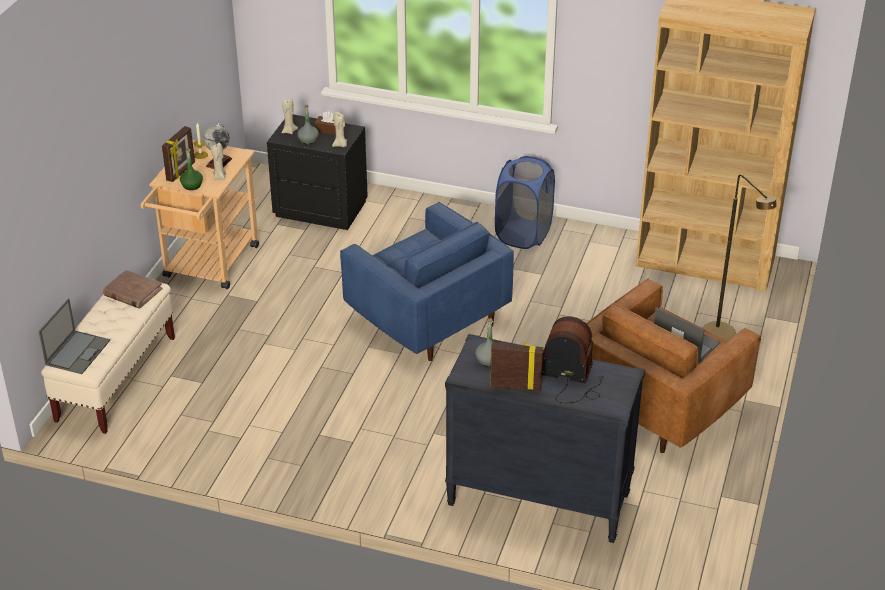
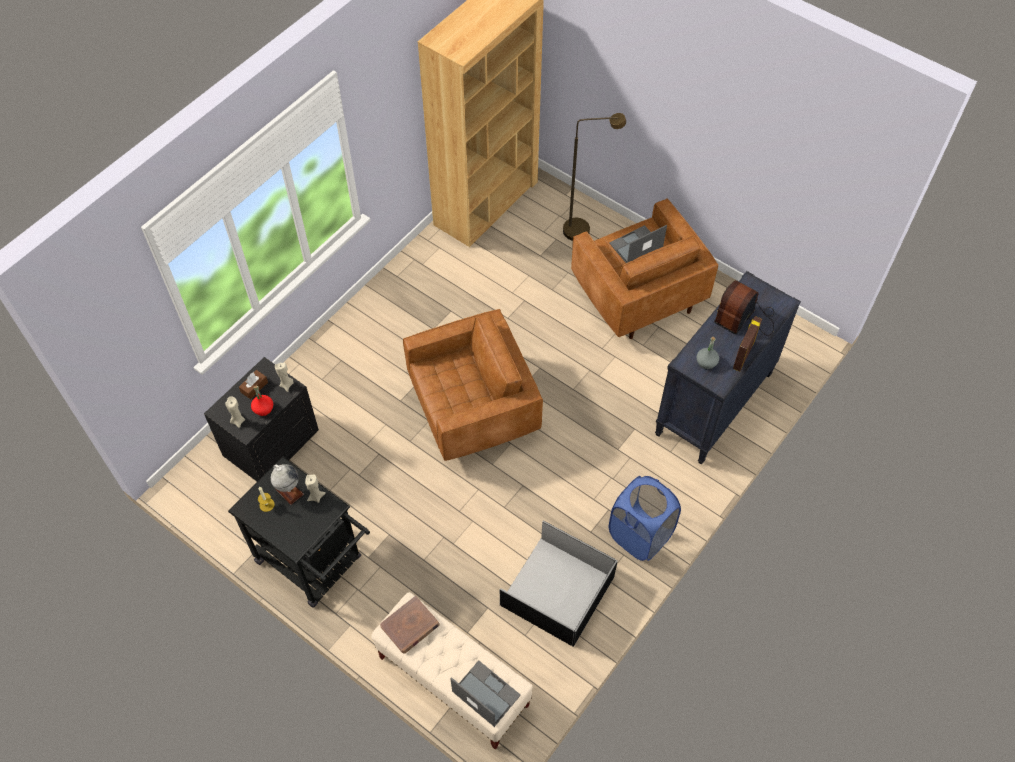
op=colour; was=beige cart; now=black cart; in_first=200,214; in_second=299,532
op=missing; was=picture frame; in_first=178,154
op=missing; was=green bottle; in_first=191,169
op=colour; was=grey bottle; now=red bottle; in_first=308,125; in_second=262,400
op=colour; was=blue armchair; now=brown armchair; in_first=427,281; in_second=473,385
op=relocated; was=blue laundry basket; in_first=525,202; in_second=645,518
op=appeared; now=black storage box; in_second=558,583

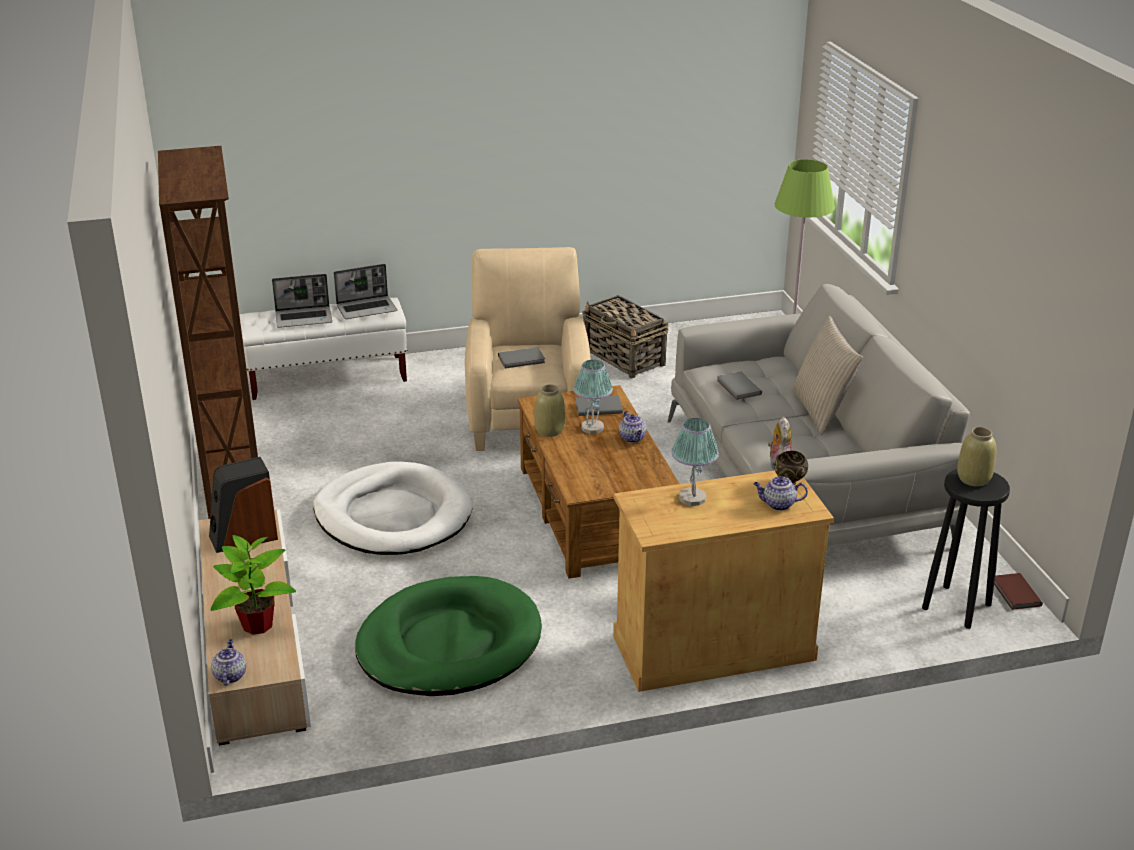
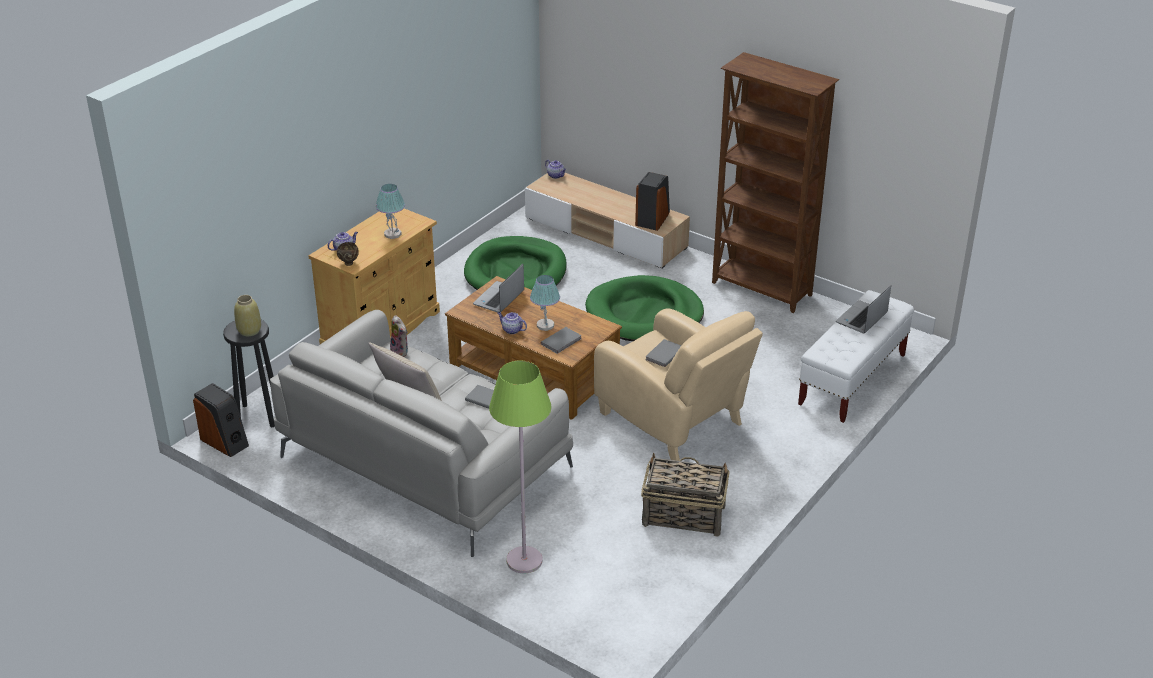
op=missing; was=potted plant; in_first=253,585
op=colour; was=white dog bed; now=green dog bed; in_first=393,508; in_second=644,308
op=relocated; was=laptop; in_first=365,291; in_second=498,288
op=missing; was=beige vase; in_first=549,410
op=exchanged; was=brown book; now=speaker; in_first=1018,591; in_second=221,420

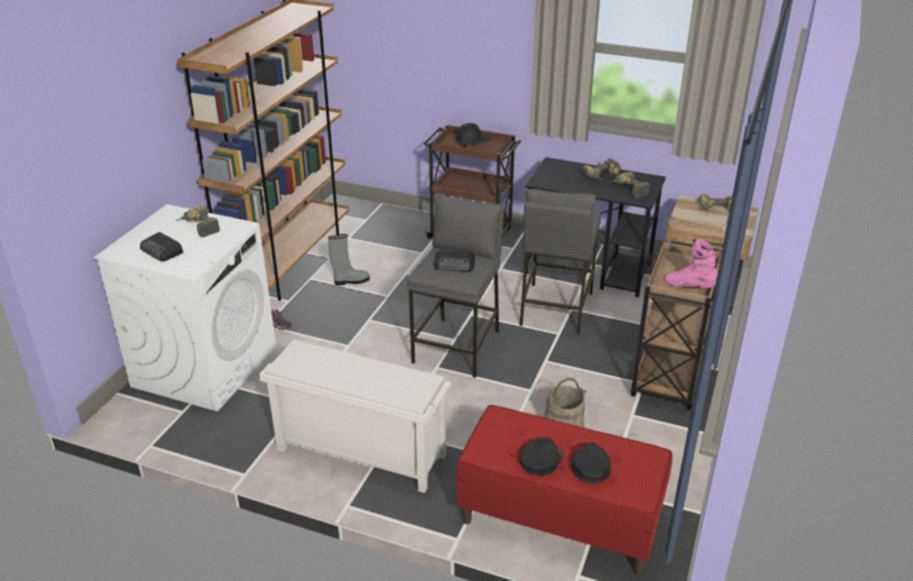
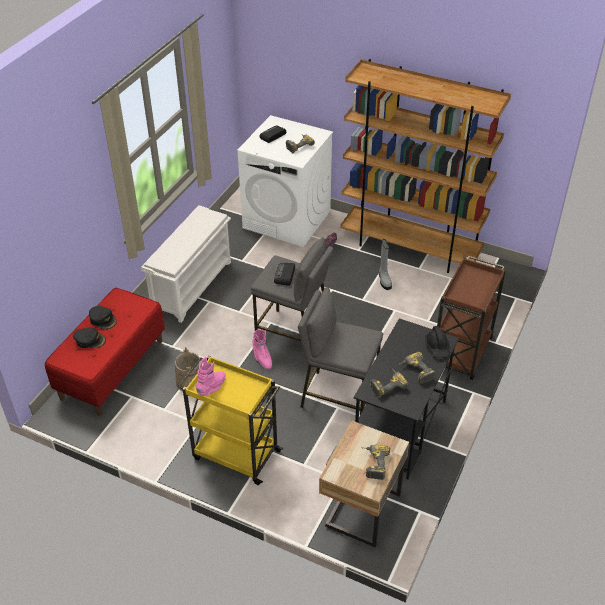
op=relocated; was=black hard hat; in_first=473,135; in_second=437,342
op=colour; was=brown cart; now=yellow cart; in_first=676,324; in_second=230,420
op=appeared; now=pink boot; in_second=262,349

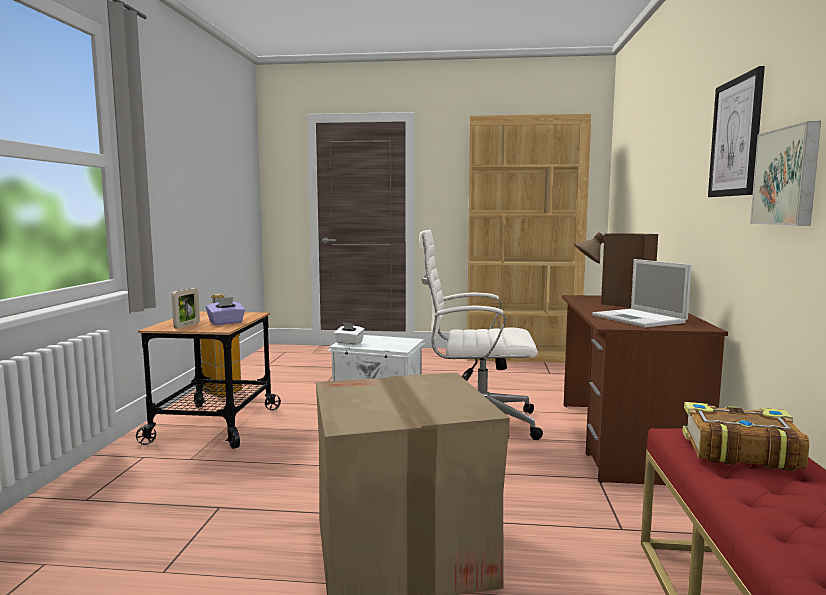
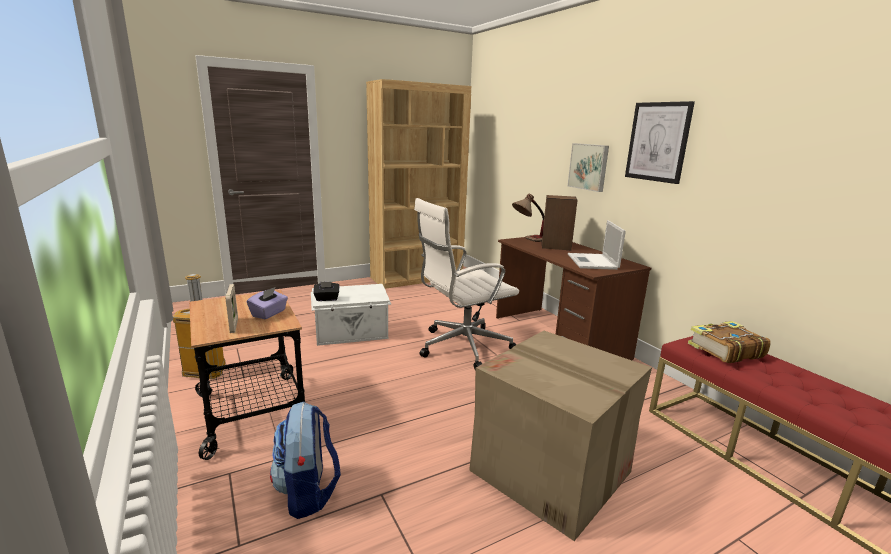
op=colour; was=white tissue box; now=black tissue box; in_first=349,333; in_second=326,291
op=spun; was=laptop; in_first=642,293; in_second=597,245; clockwise=60
op=relocated; was=picture; in_first=785,173; in_second=588,167
op=appeared; now=backpack; in_second=305,460

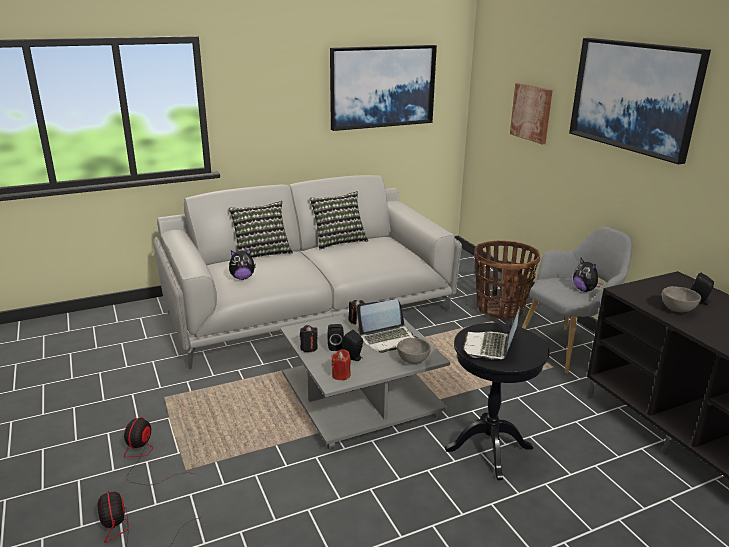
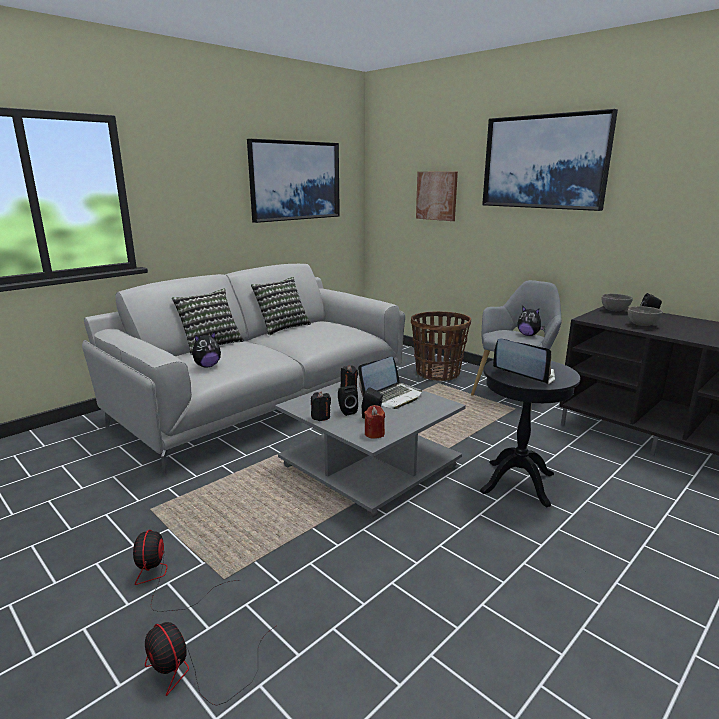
op=relocated; was=grey bowl; in_first=414,351; in_second=617,302
op=spun; was=laptop; in_first=492,331; in_second=524,362; clockwise=135

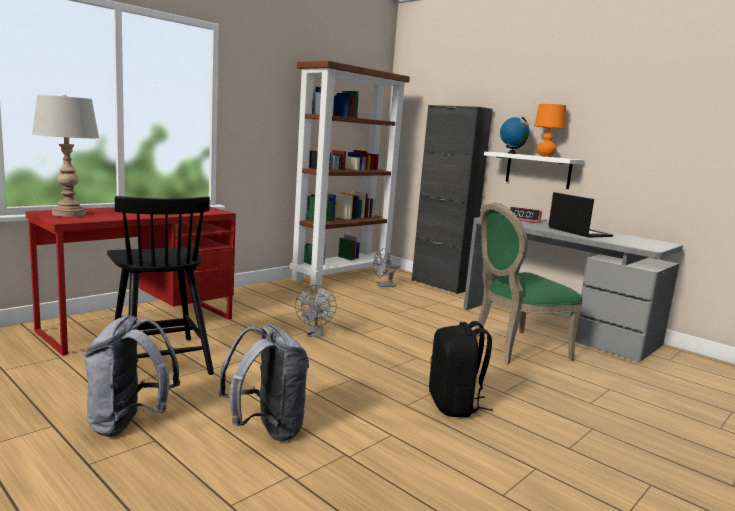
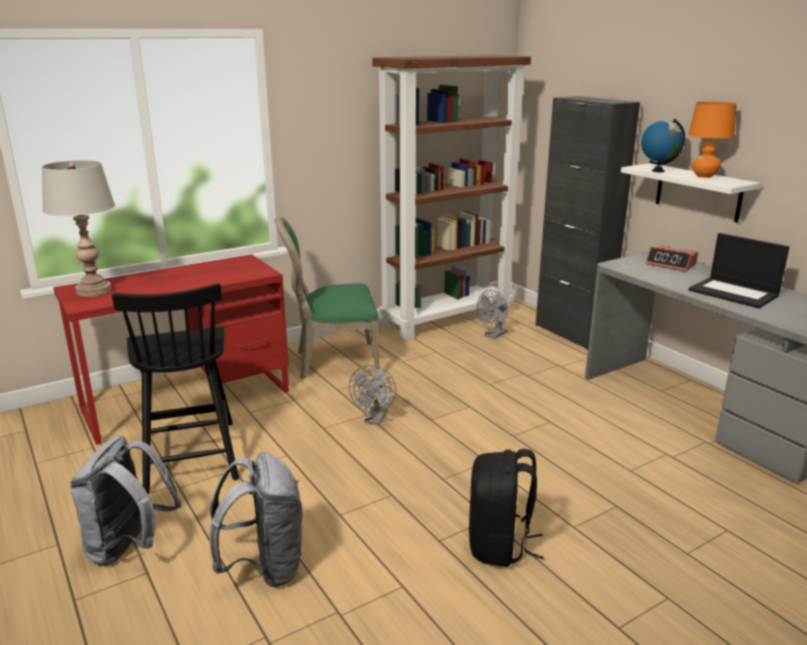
op=spun; was=grey fan; in_first=386,267; in_second=492,314; clockwise=-45
op=relocated; was=green chair; in_first=529,283; in_second=327,298
op=spun; was=laptop; in_first=580,215; in_second=739,270; clockwise=150

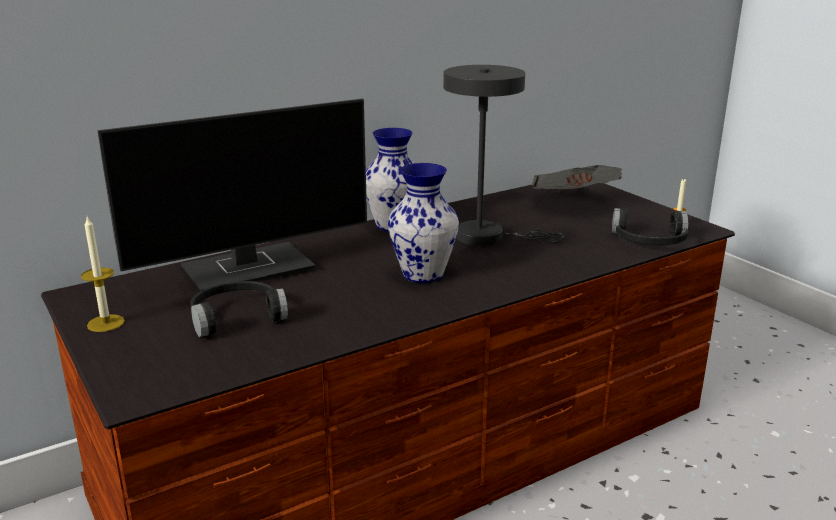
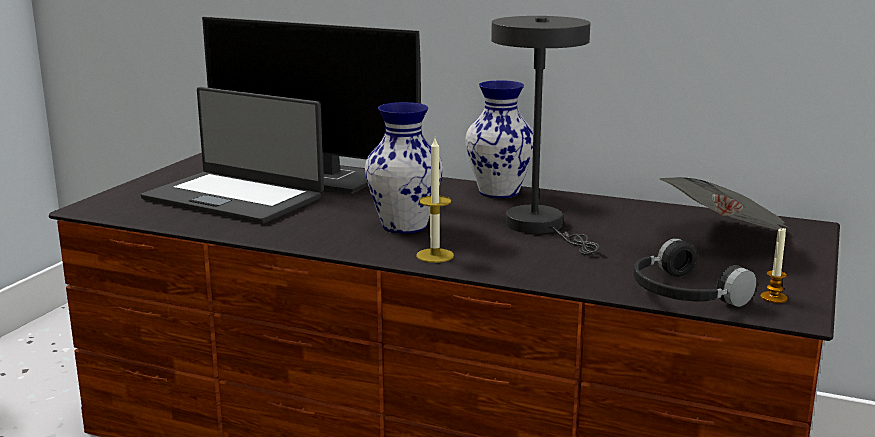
op=relocated; was=candle; in_first=103,274; in_second=435,200
op=exchanged; was=black headphones; now=laptop; in_first=239,309; in_second=232,155

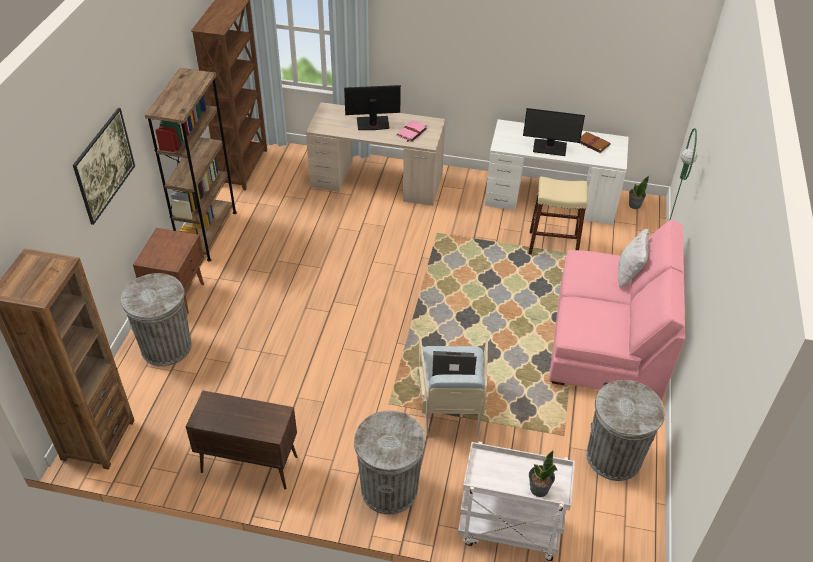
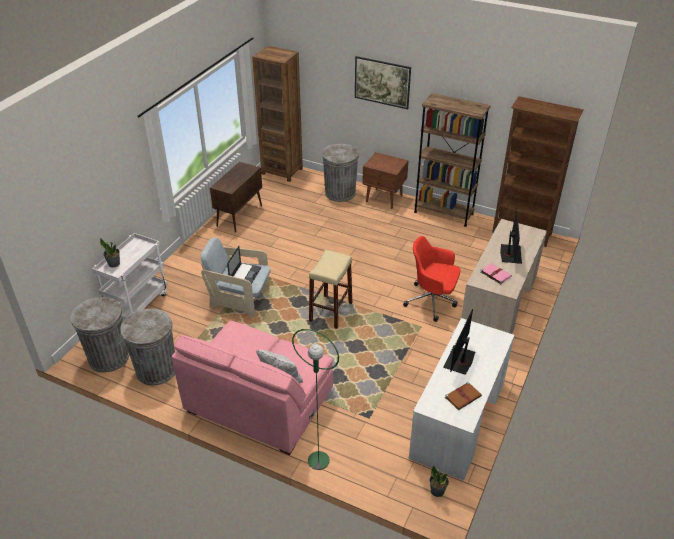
op=relocated; was=grey trash can; in_first=389,462; in_second=100,334
op=relocated; was=beige stool; in_first=558,215; in_second=330,289
op=appeared; now=red office chair; in_second=431,279

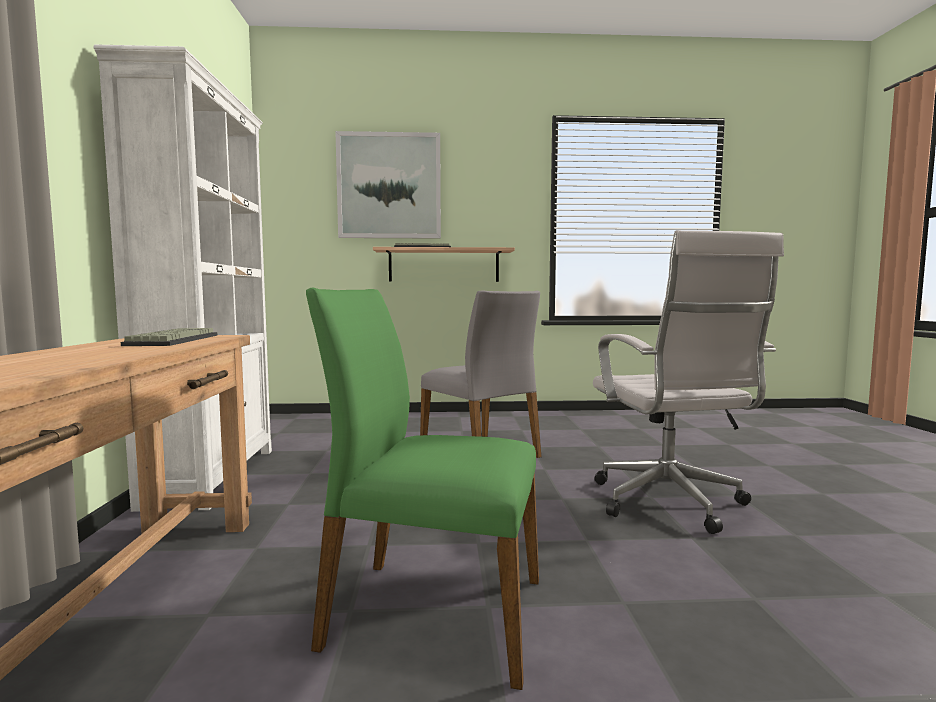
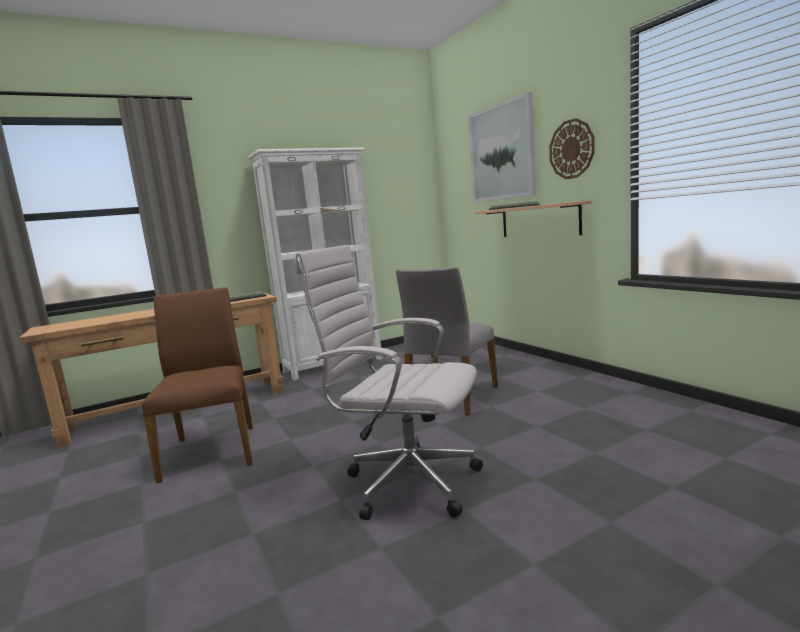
op=colour; was=green chair; now=brown chair; in_first=422,489; in_second=197,385
op=spun; was=white office chair; in_first=688,382; in_second=389,382; clockwise=60
op=appeared; now=wall clock; in_second=572,148

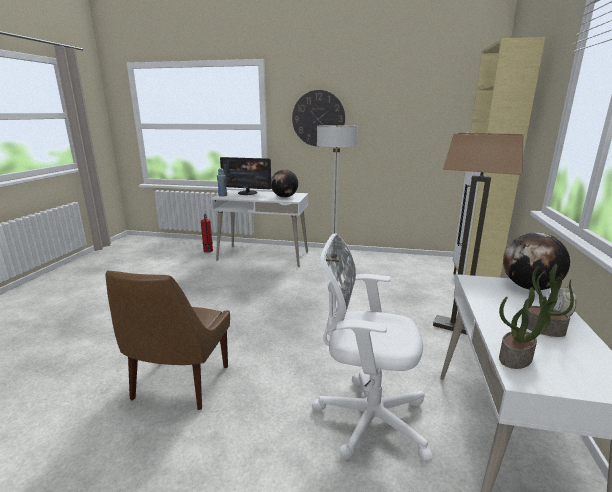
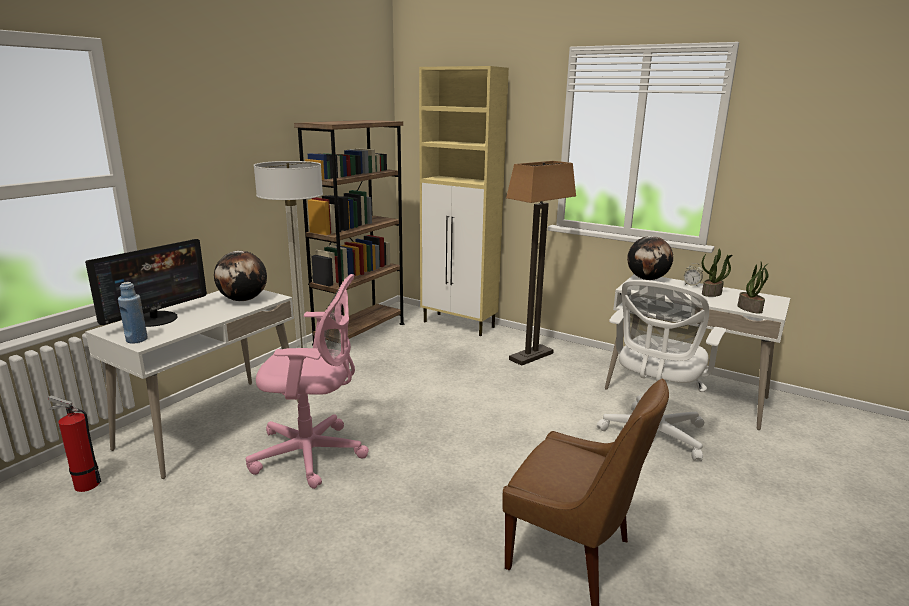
op=missing; was=wall clock; in_first=318,118
op=appeared; now=pink office chair; in_second=307,381
op=appeared; now=brown bookcase; in_second=349,233

